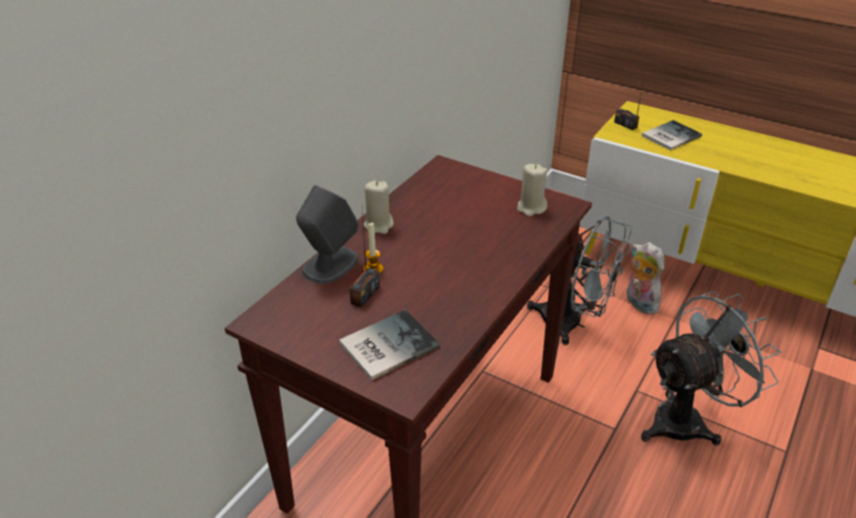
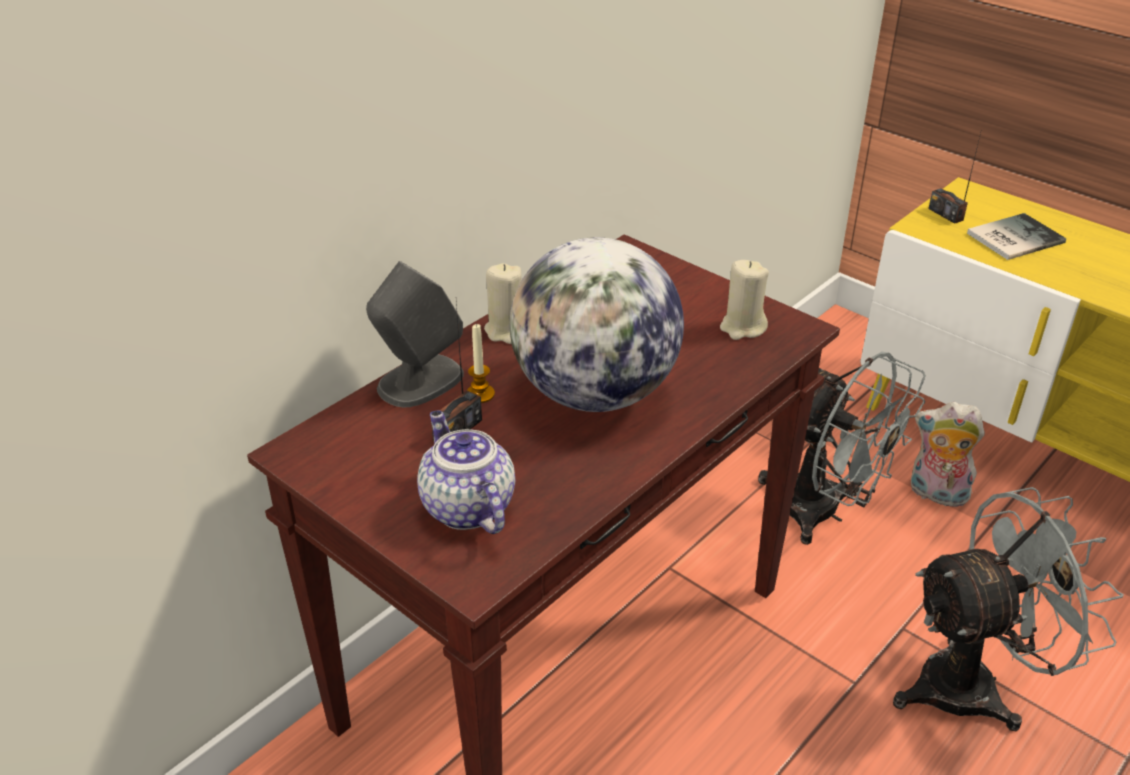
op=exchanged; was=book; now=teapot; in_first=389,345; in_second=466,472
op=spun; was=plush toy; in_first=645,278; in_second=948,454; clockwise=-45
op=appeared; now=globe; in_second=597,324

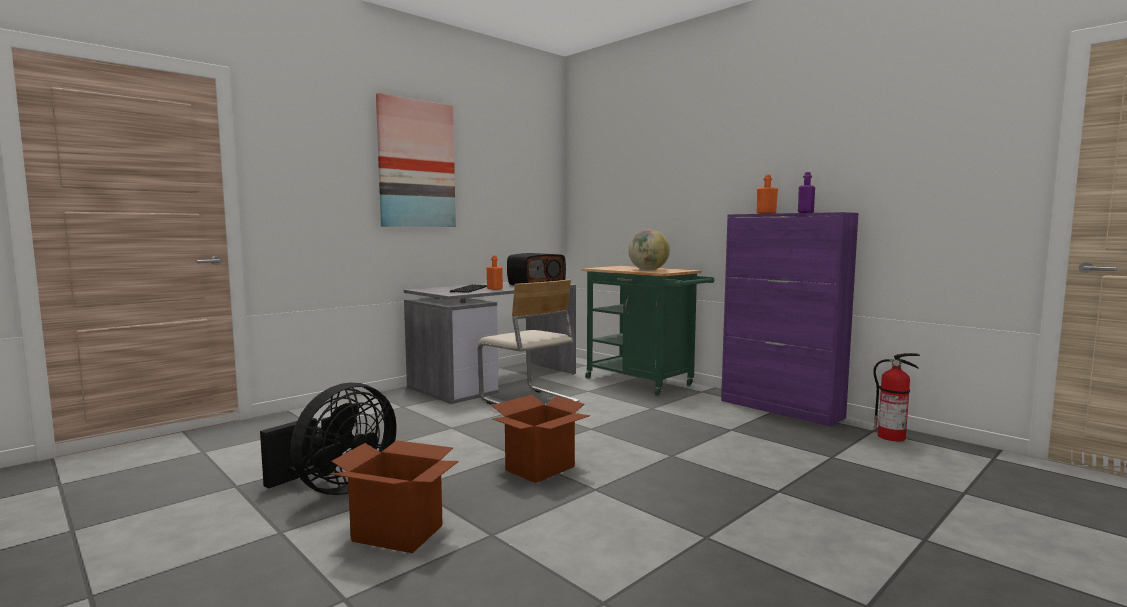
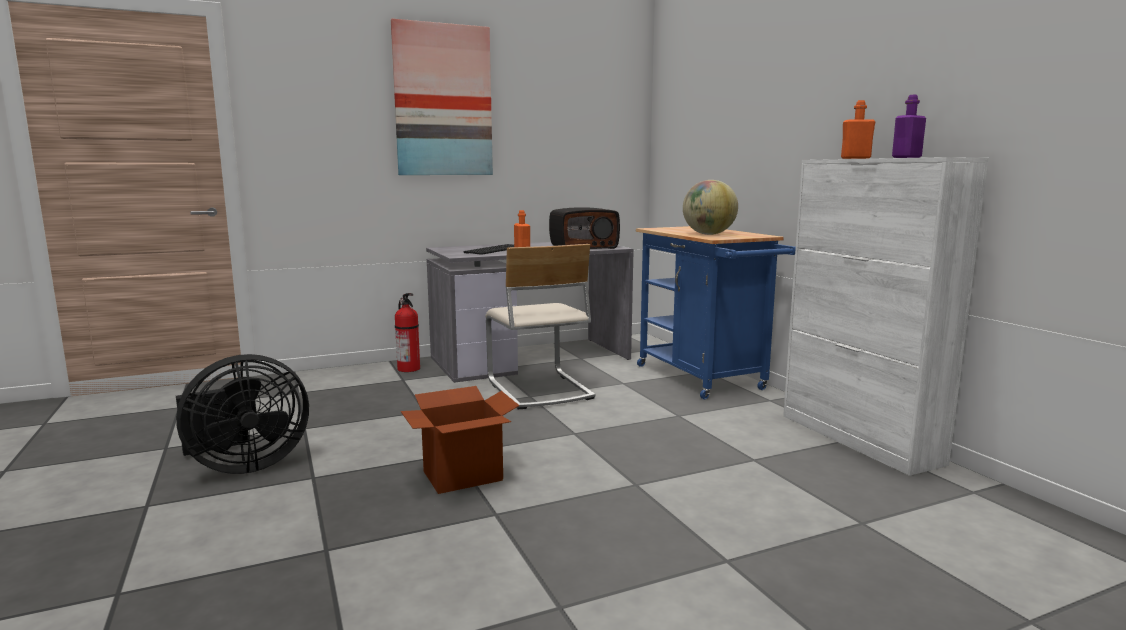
op=missing; was=cardboard box; in_first=394,496
op=colour; was=green cart; now=blue cart; in_first=647,331; in_second=716,312
op=colour; was=purple cabinet; now=white cabinet; in_first=790,319; in_second=886,316
op=relocated; was=fire extinguisher; in_first=896,397; in_second=407,332

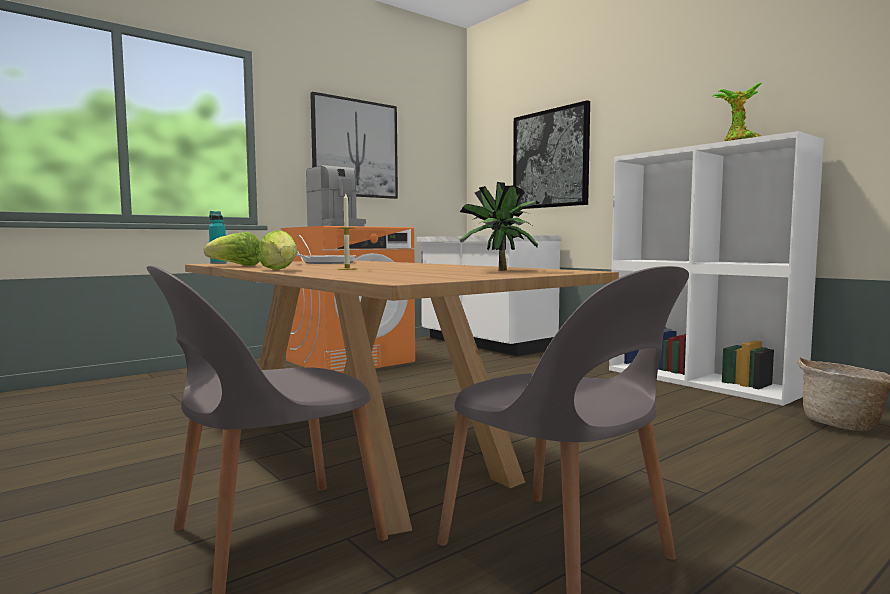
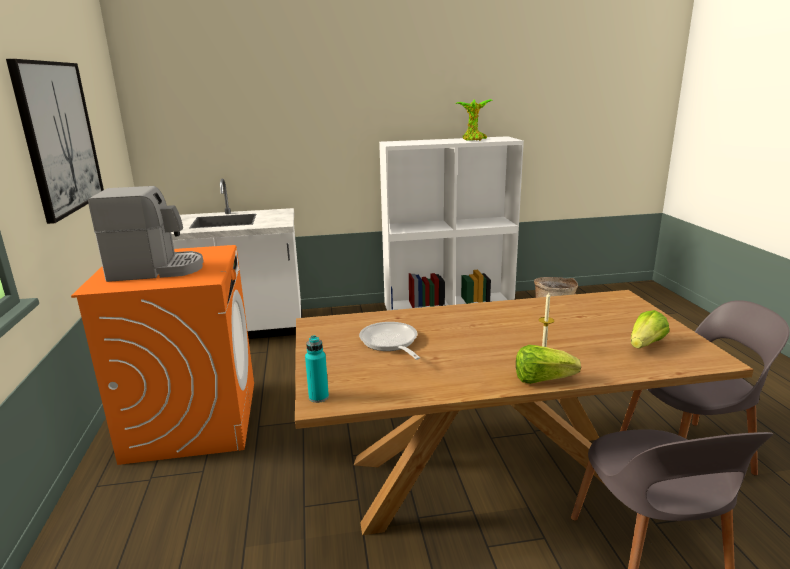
op=relocated; was=lettuce; in_first=232,249; in_second=650,329
op=missing; was=potted plant; in_first=499,226
op=missing; was=picture; in_first=551,154

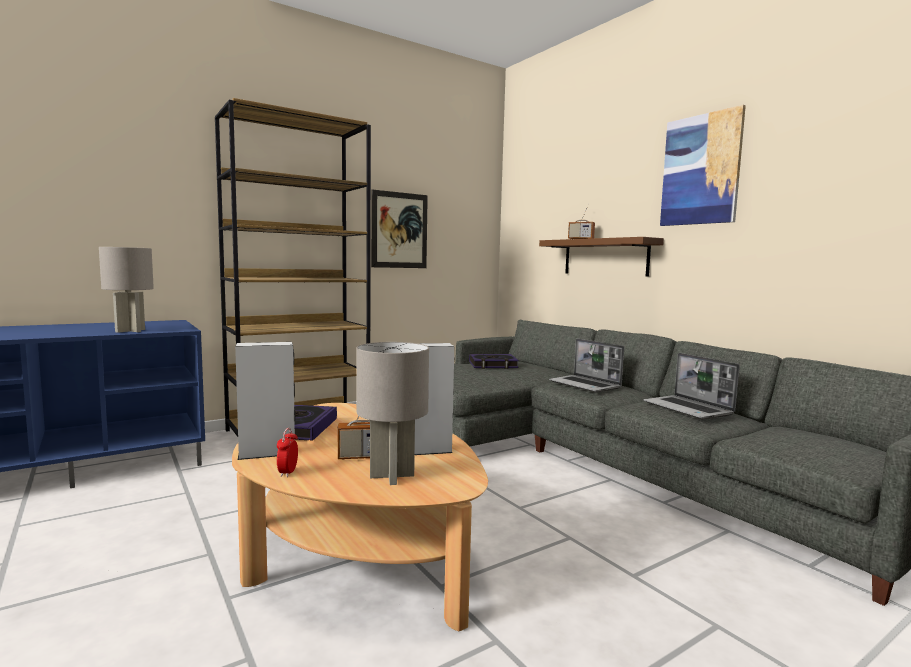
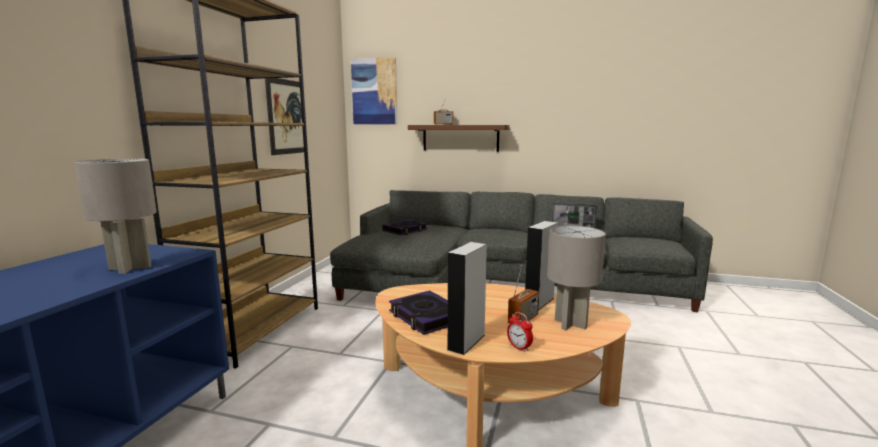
op=missing; was=laptop; in_first=586,366
op=relocated; was=picture; in_first=703,165; in_second=374,90

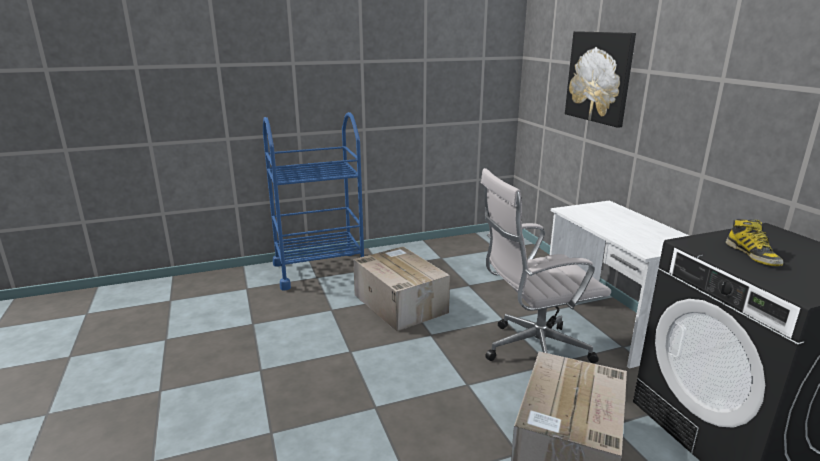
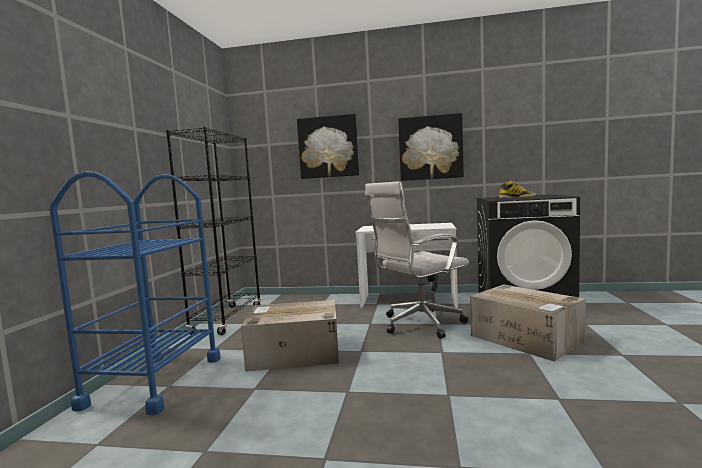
op=spun; was=white office chair; in_first=546,266; in_second=417,260; clockwise=45
op=appeared; now=black bookcase; in_second=213,231
op=appeared; now=picture; in_second=431,147

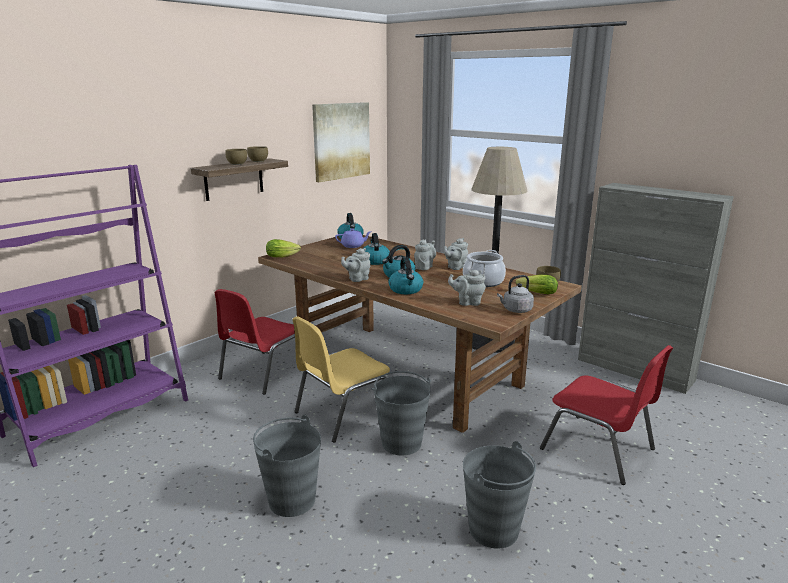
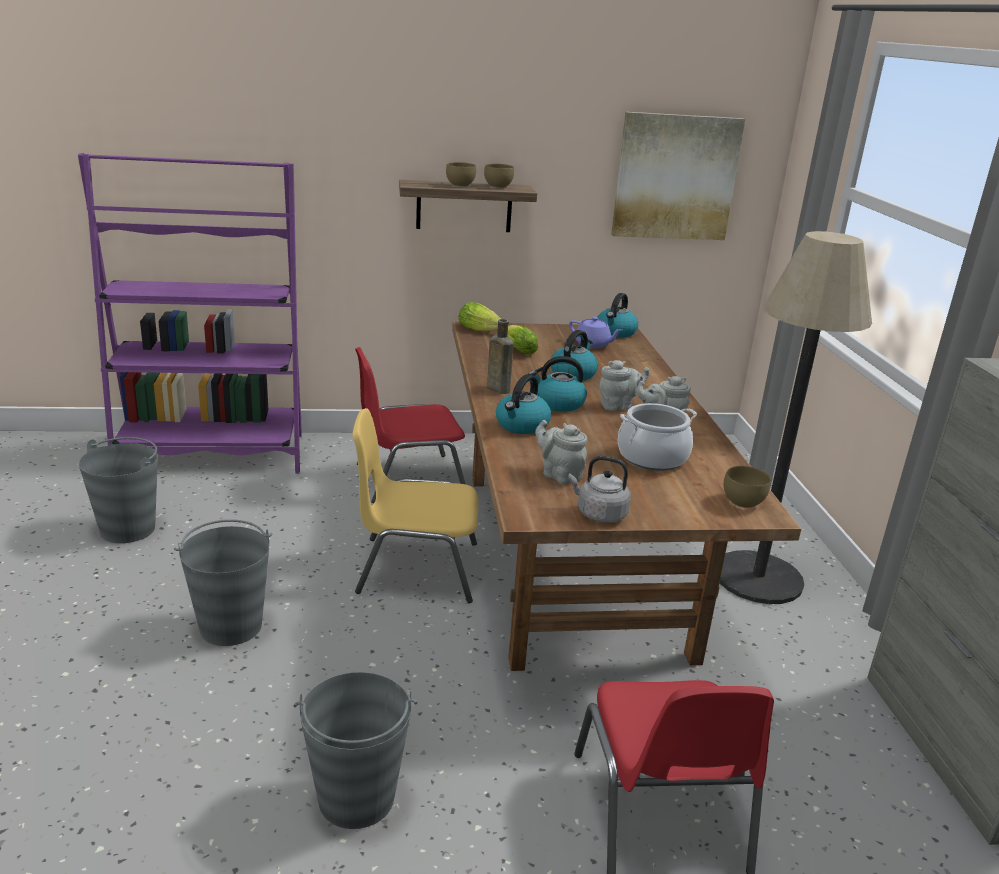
op=exchanged; was=grey teapot; now=brown bottle; in_first=356,265; in_second=500,356
op=relocated; was=grey bucket; in_first=401,413; in_second=118,490
op=relocated; was=lettuce; in_first=537,284; in_second=522,339

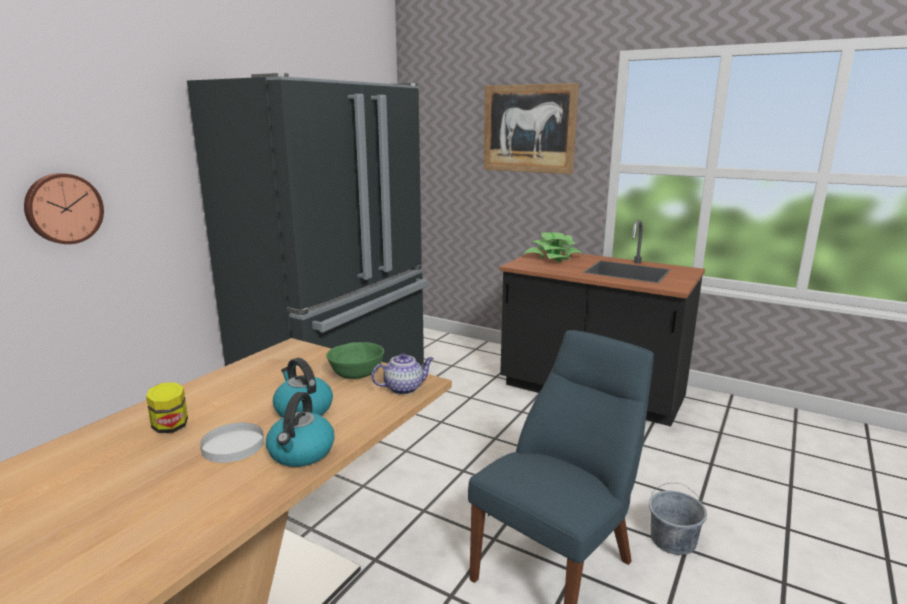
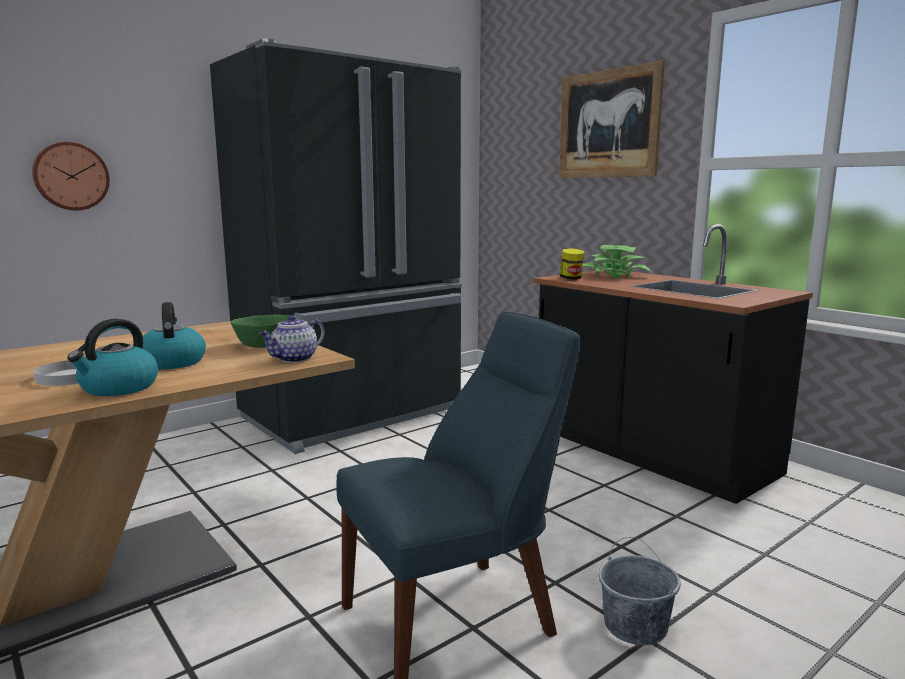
op=relocated; was=jar; in_first=167,407; in_second=572,264
op=spun; was=teapot; in_first=402,374; in_second=292,339; clockwise=135

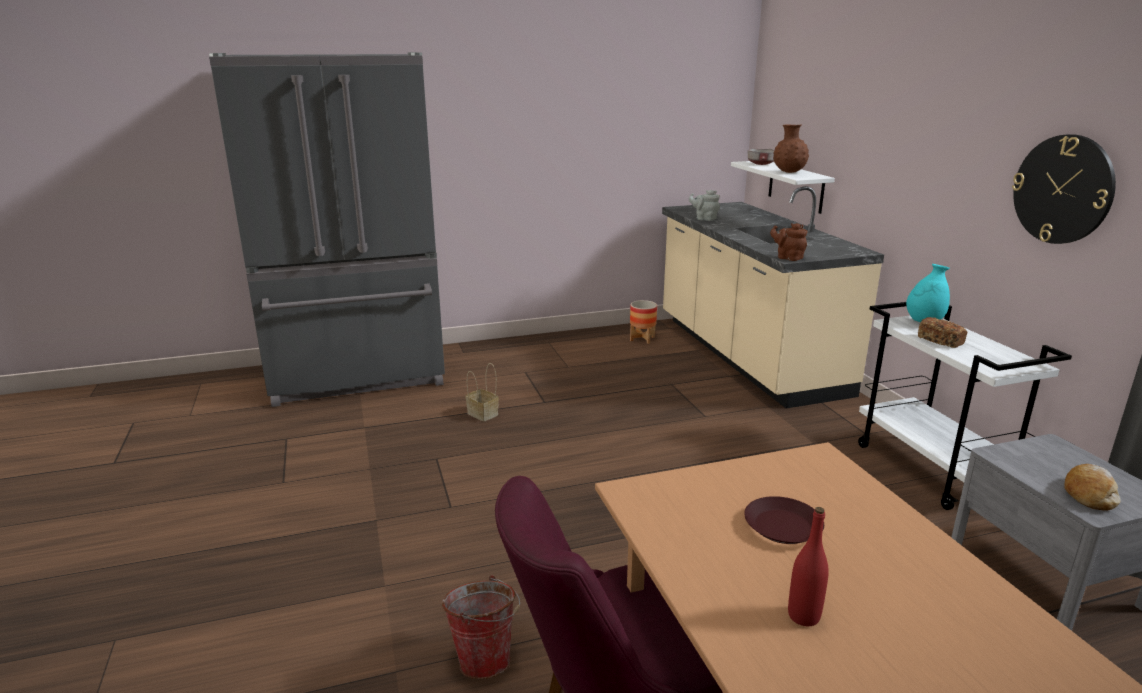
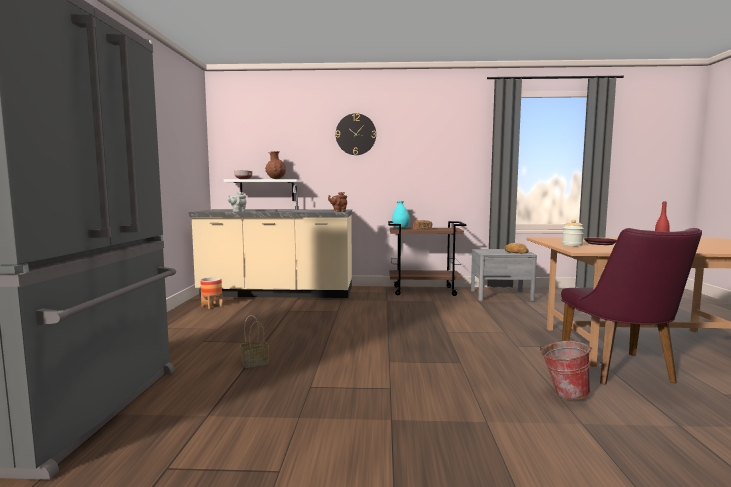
op=colour; was=white cart; now=brown cart; in_first=965,406; in_second=427,258
op=relocated; was=wall clock; in_first=1064,189; in_second=356,134
op=appeared; now=jar; in_second=573,232

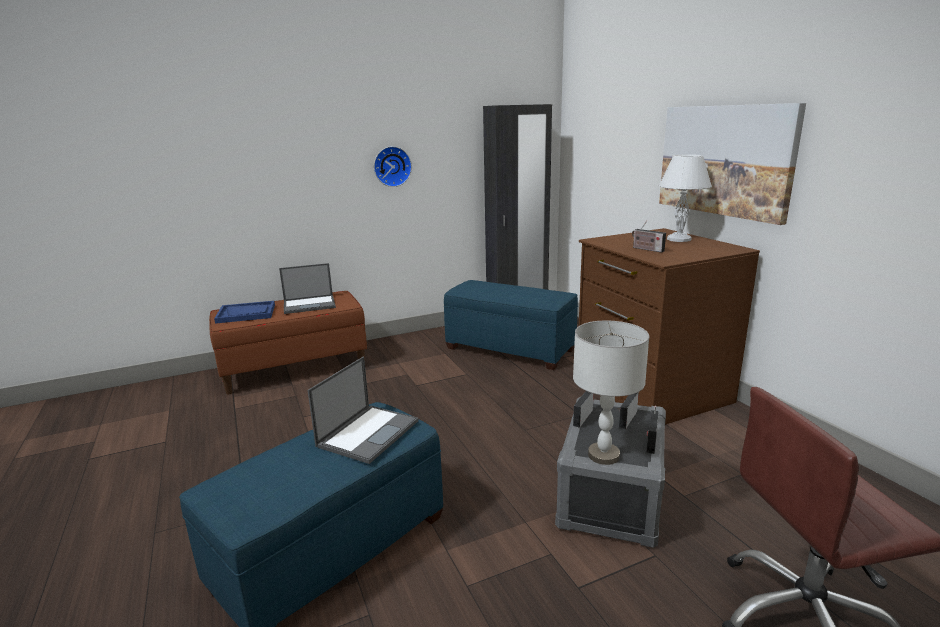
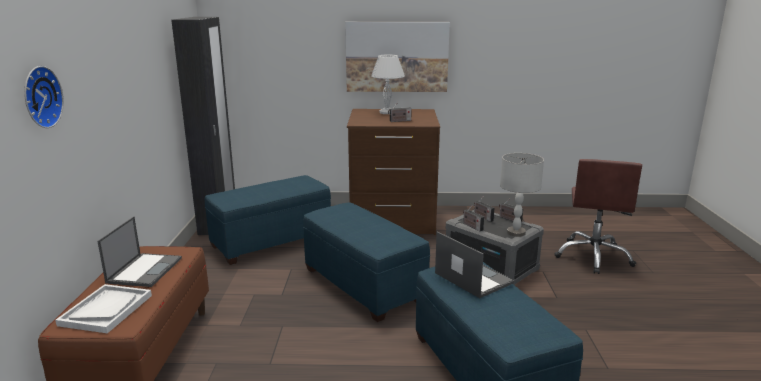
op=colour; was=blue tray; now=white tray; in_first=244,312; in_second=103,308
op=relocated; was=wall clock; in_first=393,166; in_second=44,97
op=appeared; now=blue ottoman; in_second=366,262

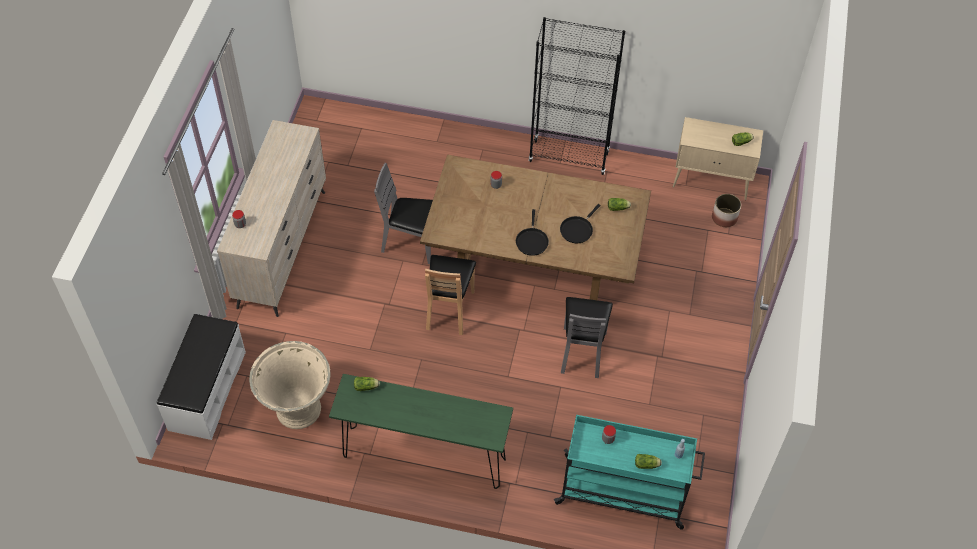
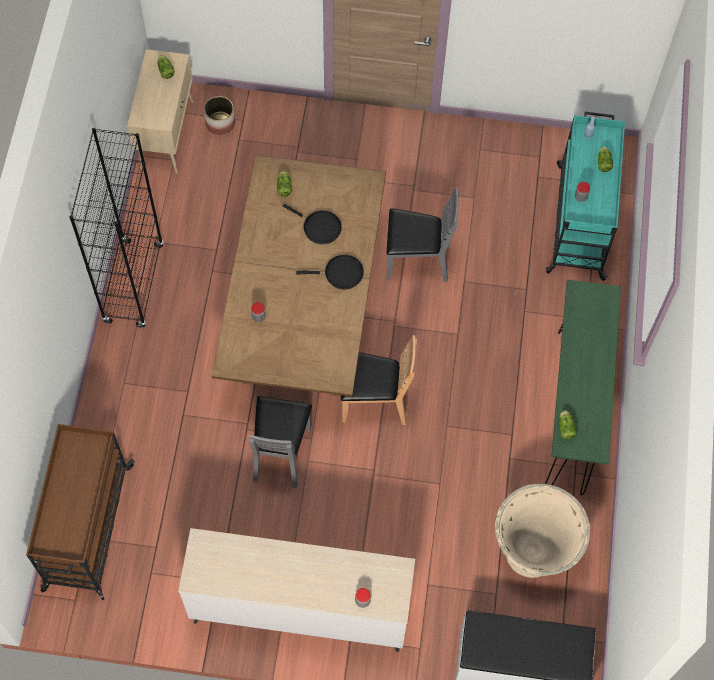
op=appeared; now=brown cart; in_second=80,512

